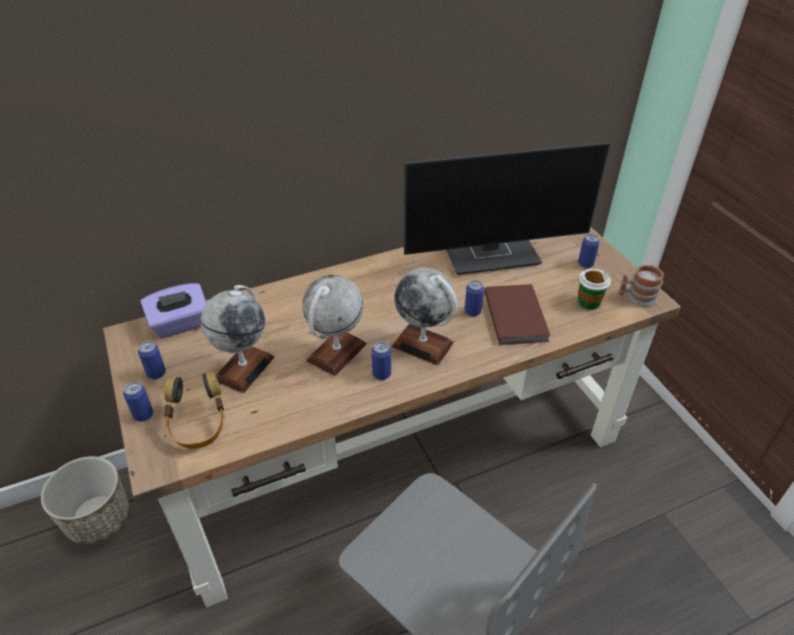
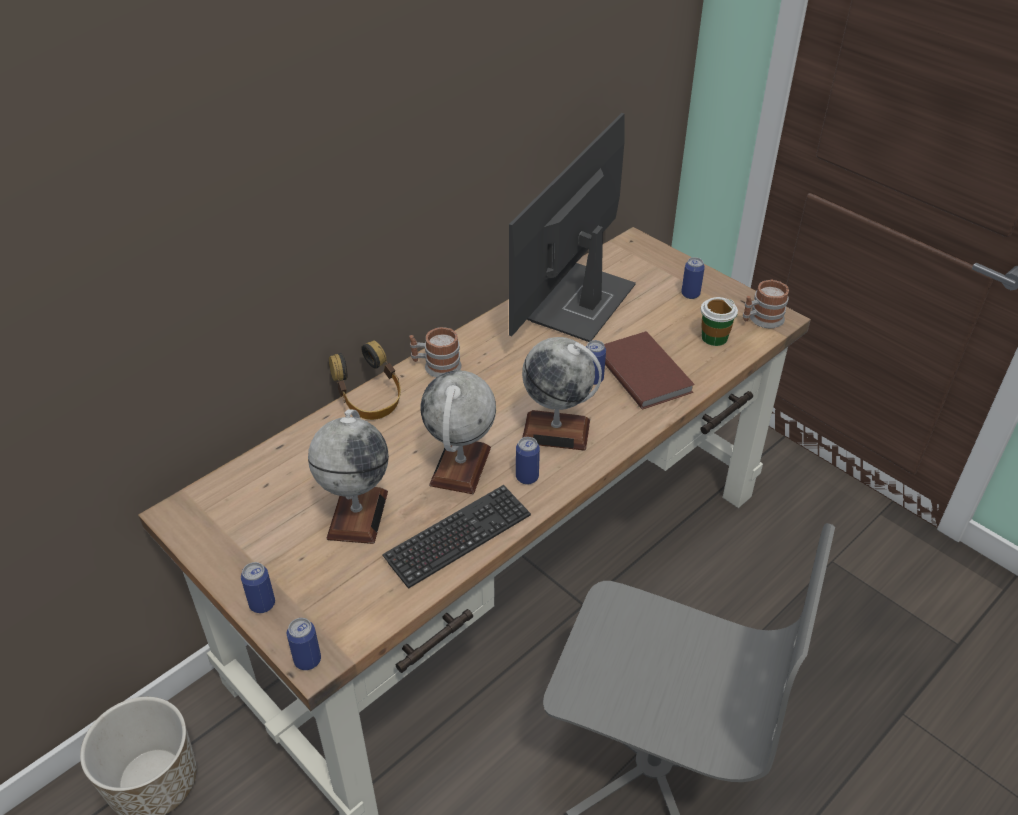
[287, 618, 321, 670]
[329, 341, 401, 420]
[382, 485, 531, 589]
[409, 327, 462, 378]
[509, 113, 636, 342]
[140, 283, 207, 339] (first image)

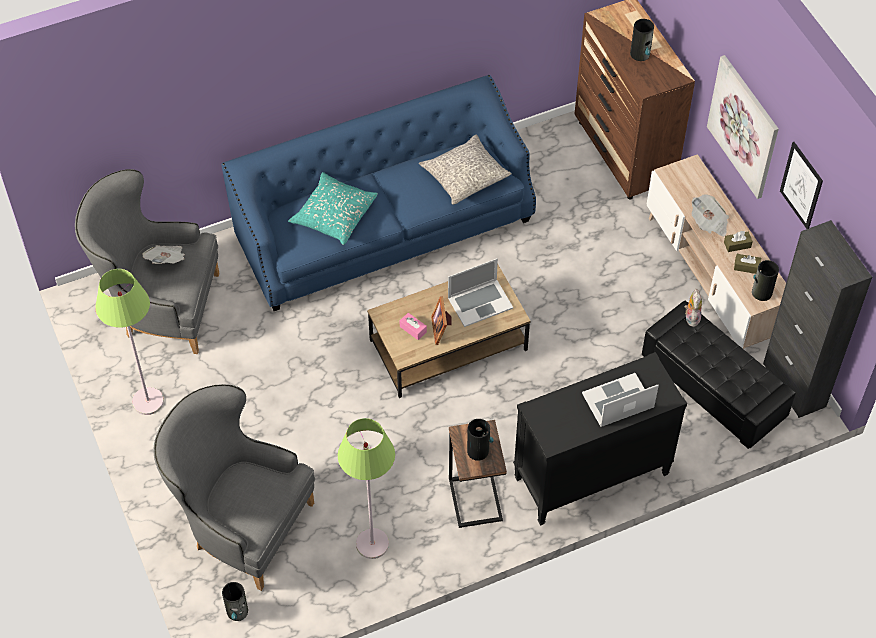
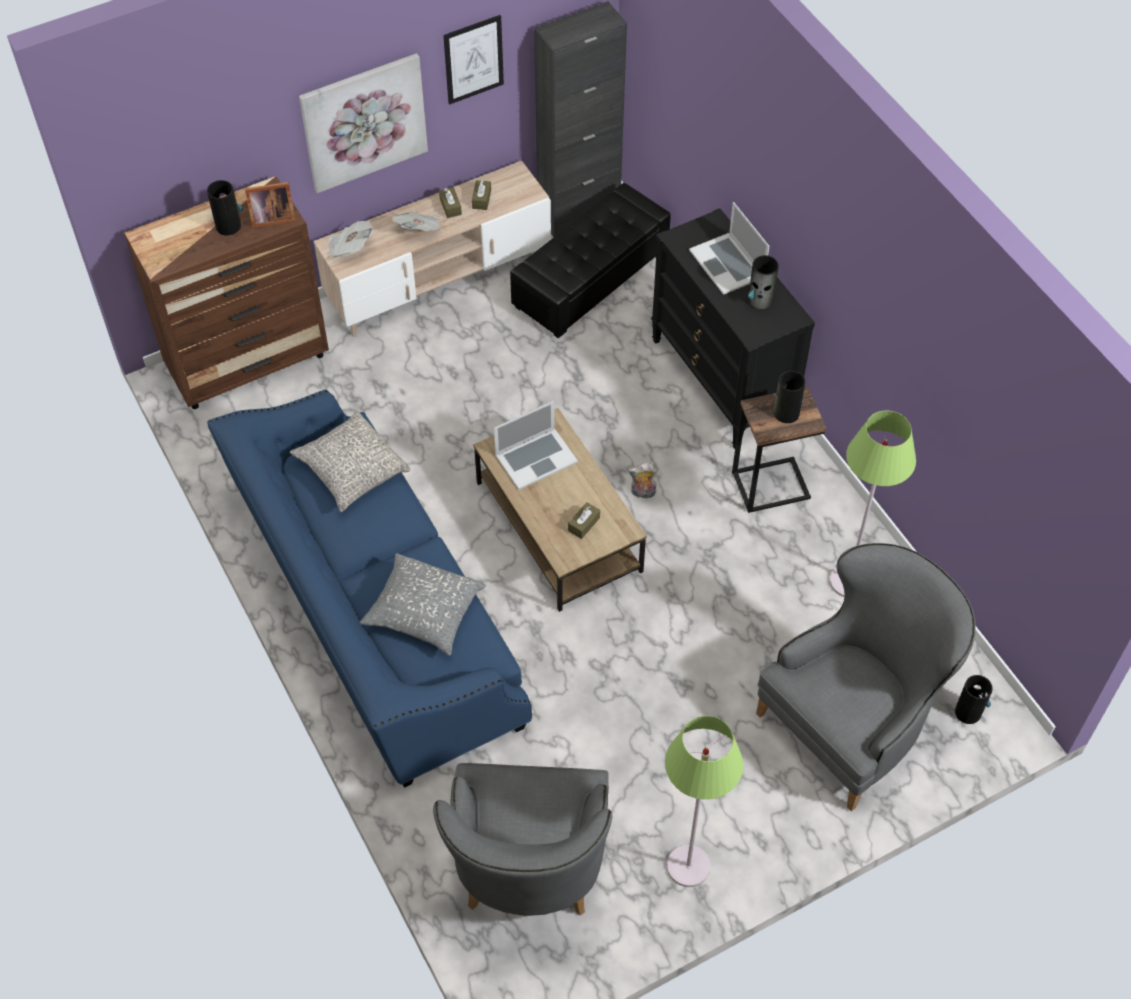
[245, 182, 296, 228]
[328, 220, 373, 258]
[360, 553, 486, 656]
[494, 401, 578, 490]
[568, 502, 600, 539]
[628, 463, 657, 499]
[748, 255, 779, 309]
[756, 543, 976, 812]

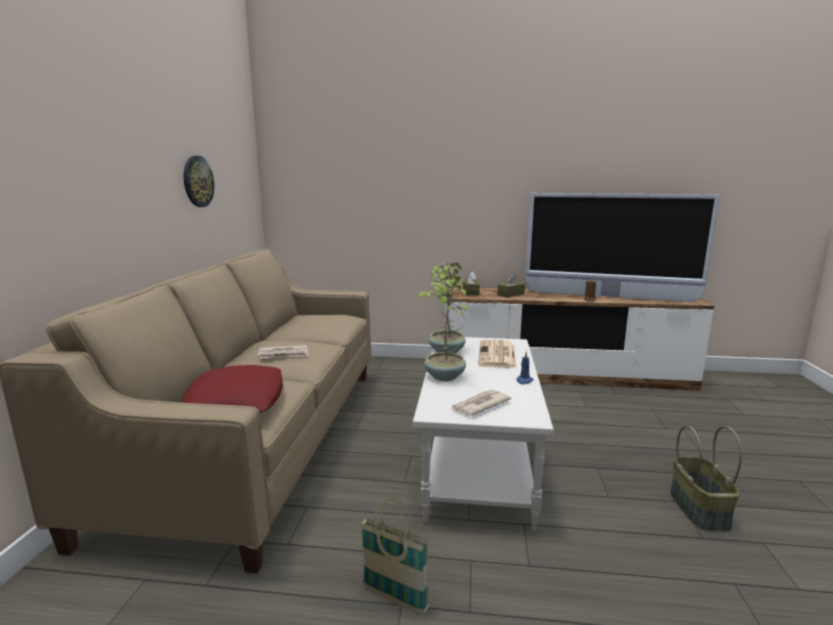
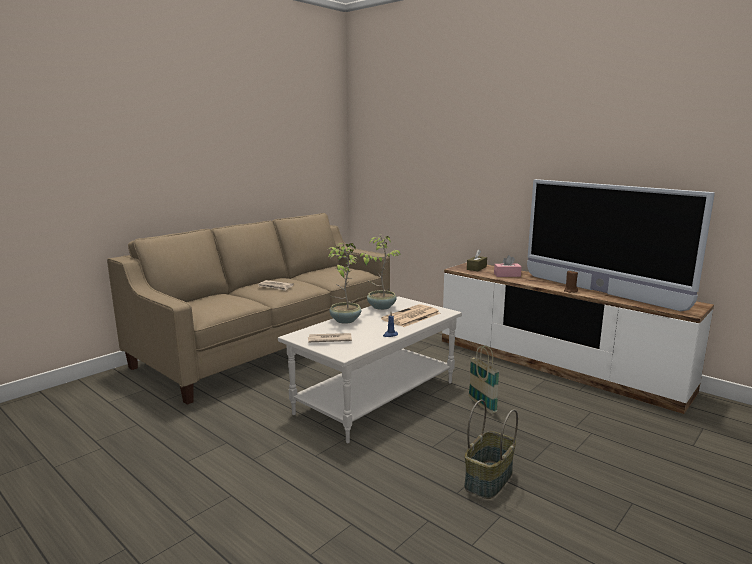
[469, 345, 499, 414]
[494, 255, 522, 277]
[182, 365, 283, 413] (first image)
[183, 156, 214, 207] (first image)

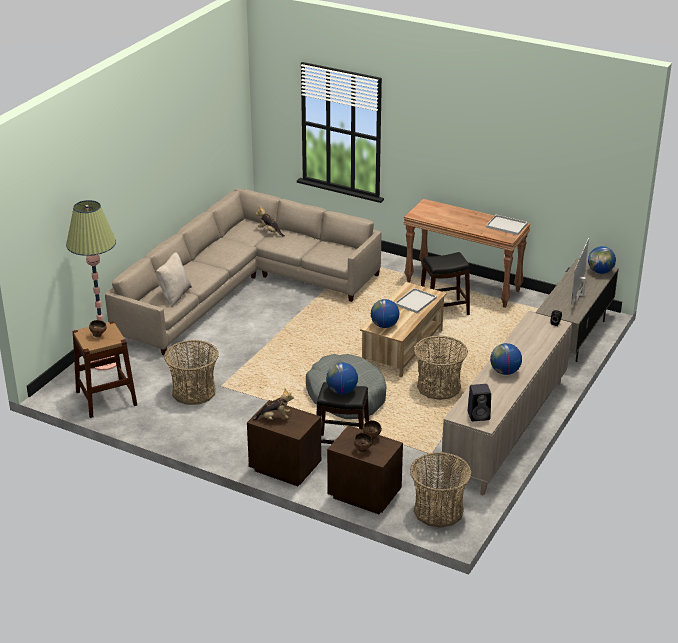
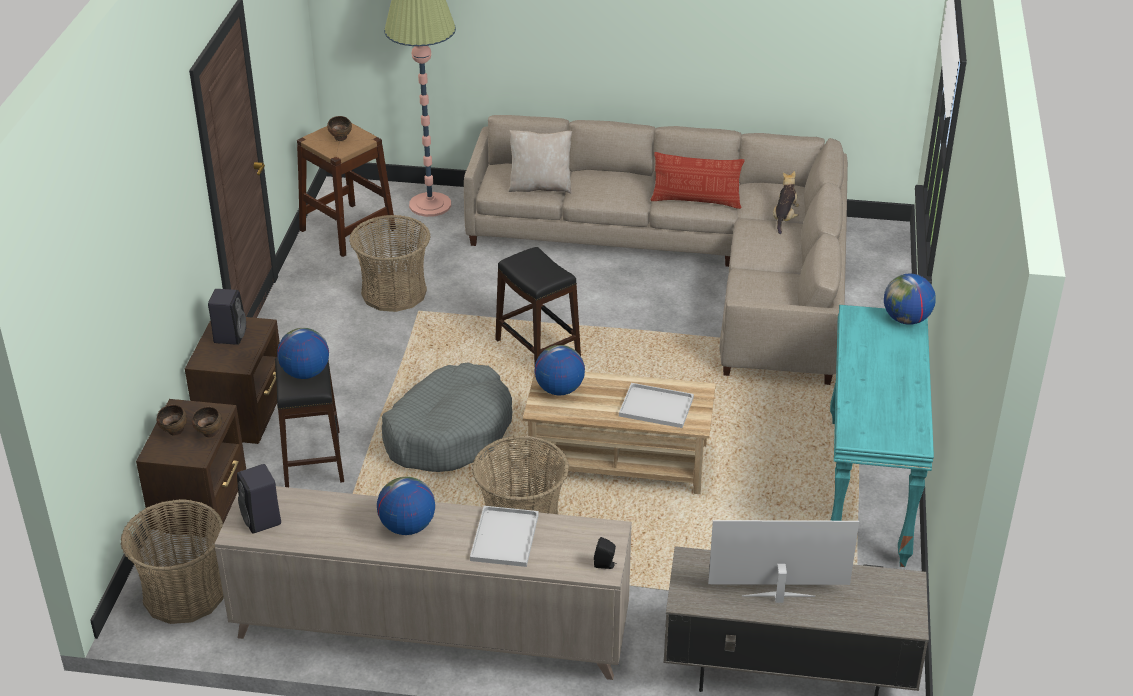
[208, 289, 246, 345]
[470, 506, 539, 567]
[495, 247, 581, 363]
[650, 152, 745, 209]
[830, 305, 934, 567]
[884, 274, 936, 325]

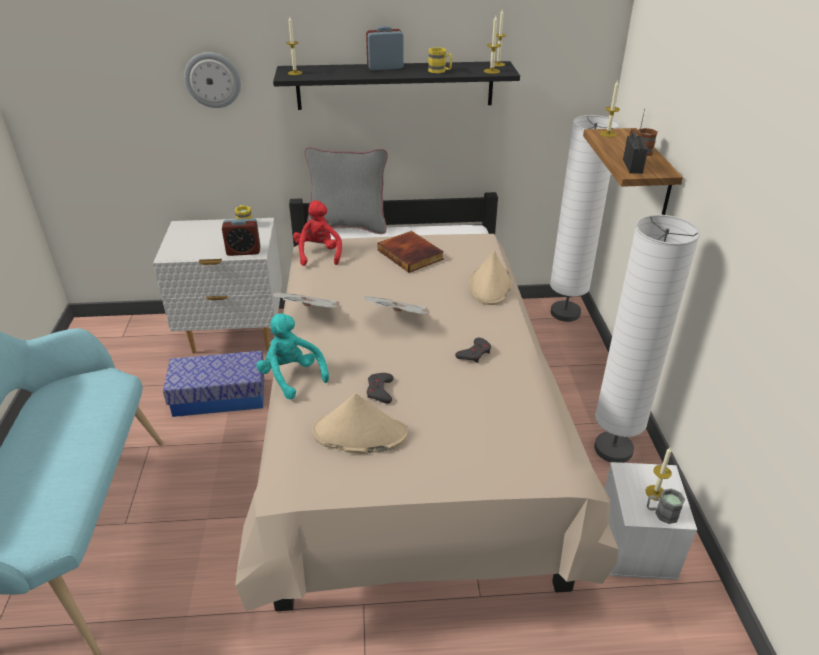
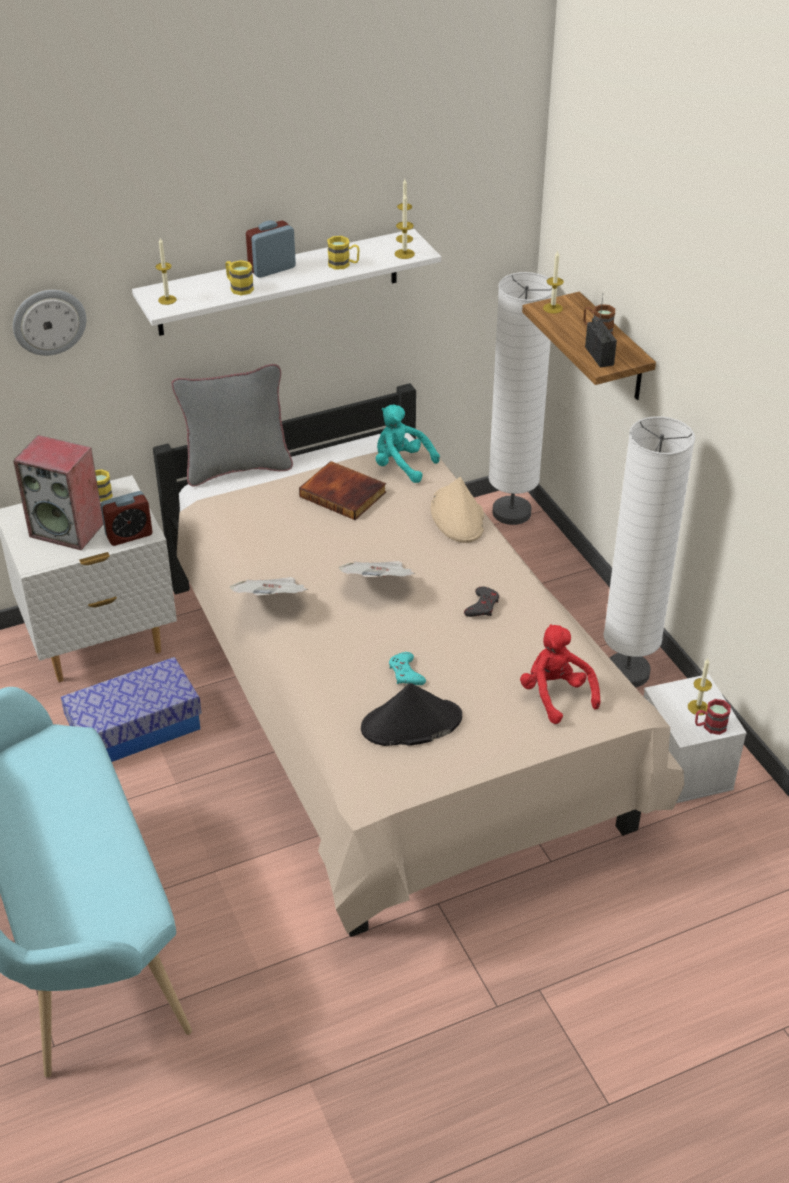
[13, 435, 104, 550]
[132, 229, 441, 336]
[225, 260, 254, 295]
[361, 683, 462, 746]
[376, 404, 440, 483]
[389, 652, 426, 685]
[520, 624, 600, 724]
[695, 699, 731, 735]

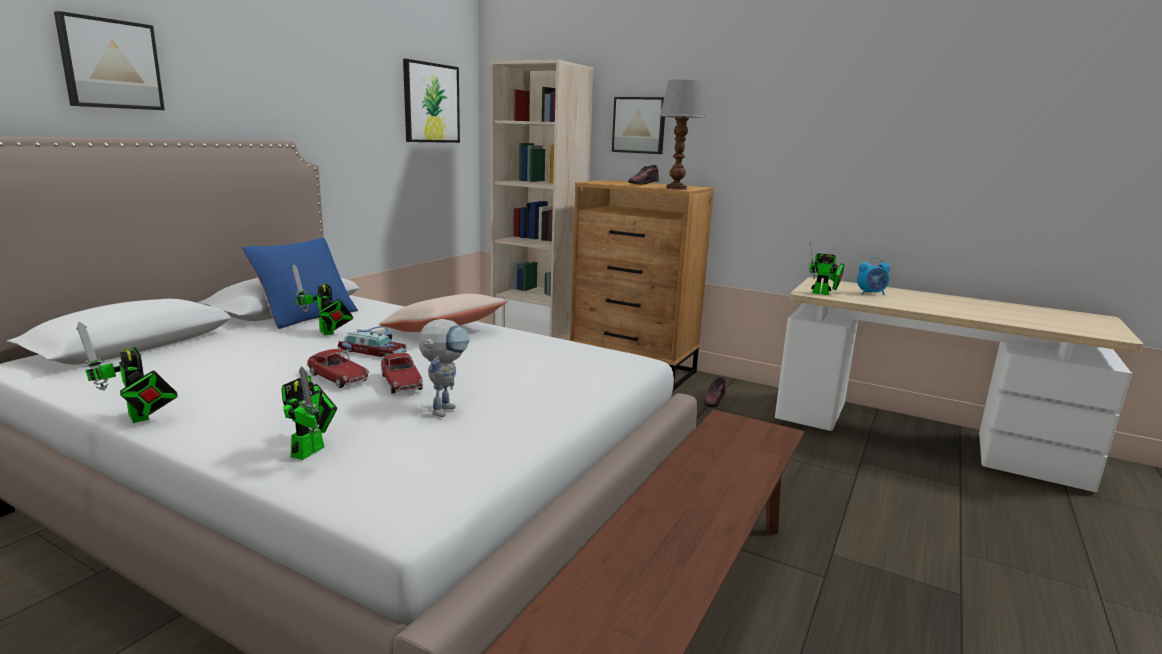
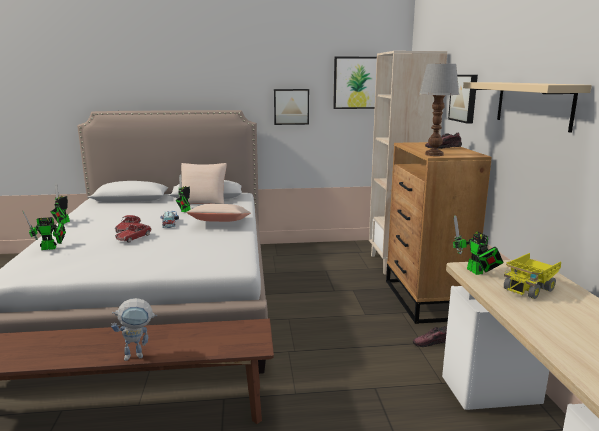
[111, 298, 157, 361]
[179, 163, 227, 204]
[274, 89, 309, 125]
[463, 82, 592, 133]
[504, 253, 561, 299]

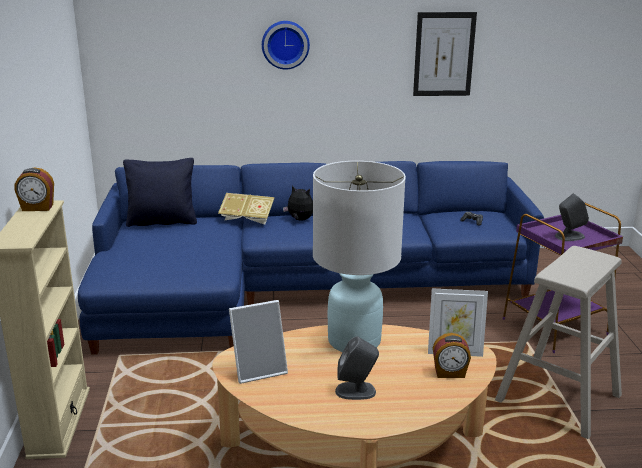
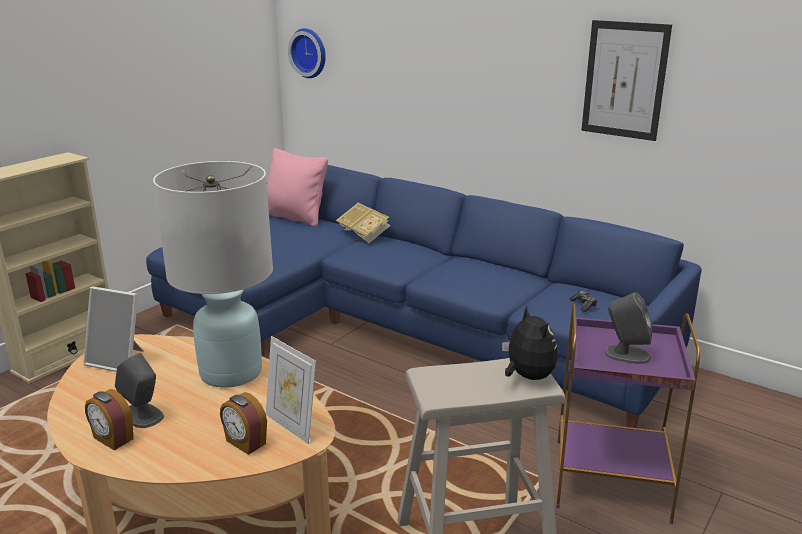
[85, 389, 133, 450]
[267, 148, 328, 227]
[288, 28, 326, 78]
[502, 305, 558, 380]

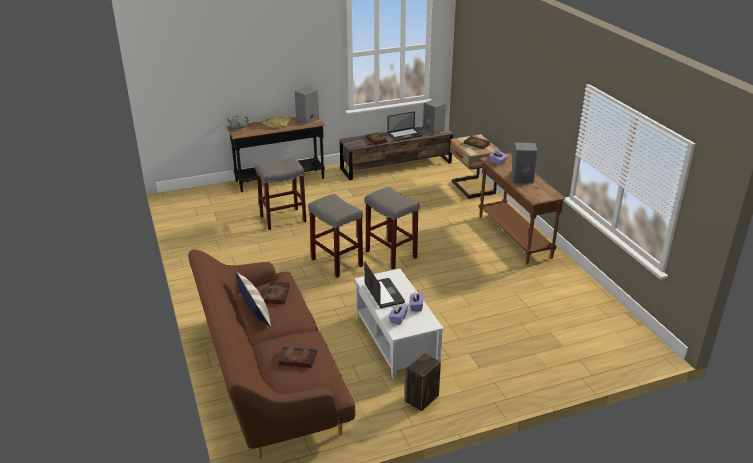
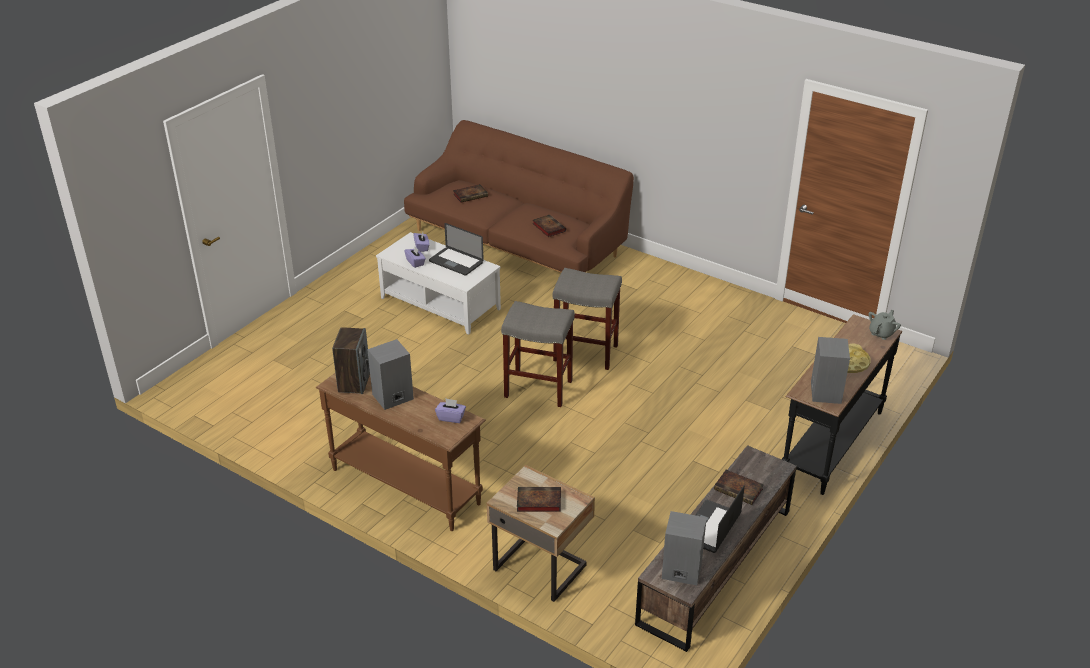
[332, 327, 370, 394]
[236, 272, 271, 327] (first image)
[255, 158, 307, 230] (first image)

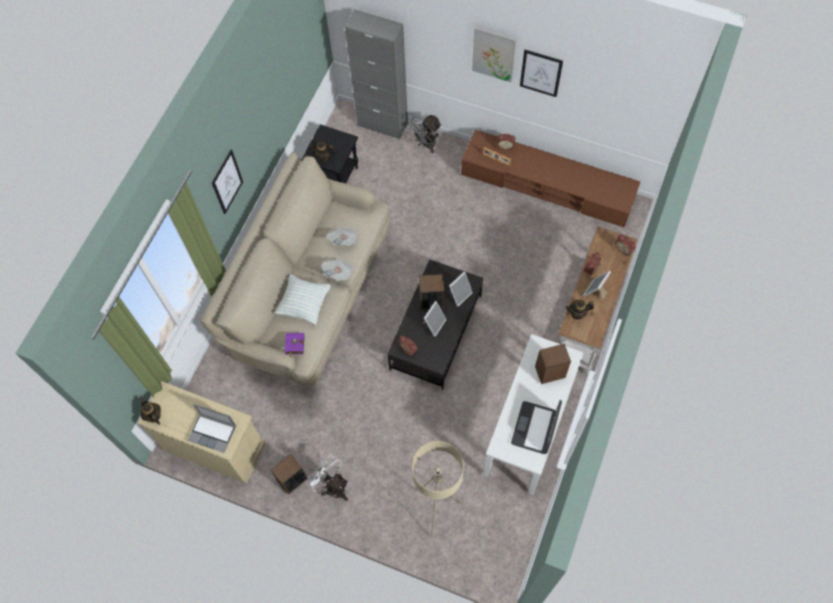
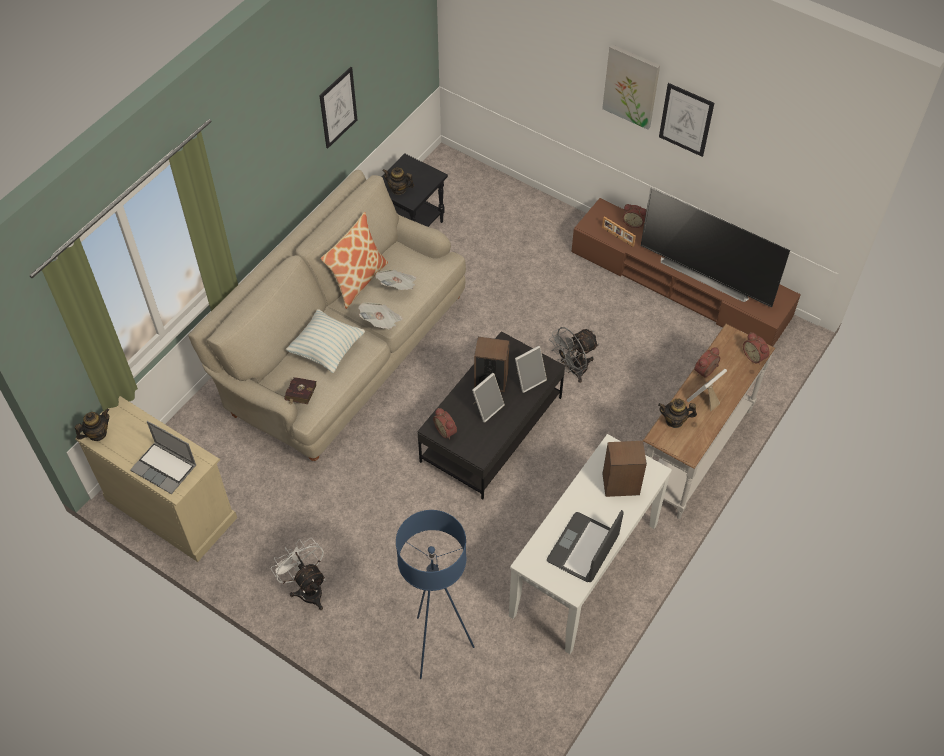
[75, 409, 109, 441]
[284, 377, 316, 405]
[319, 67, 357, 149]
[321, 212, 388, 309]
[396, 510, 475, 679]
[549, 327, 599, 383]
[641, 187, 790, 308]
[270, 454, 307, 495] (first image)
[345, 9, 408, 139] (first image)

